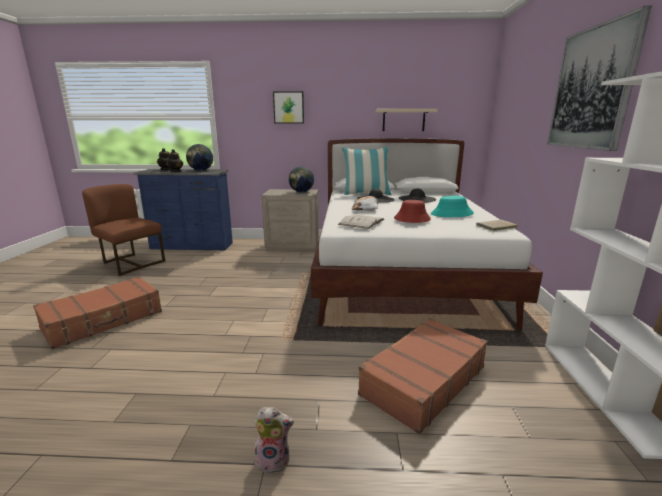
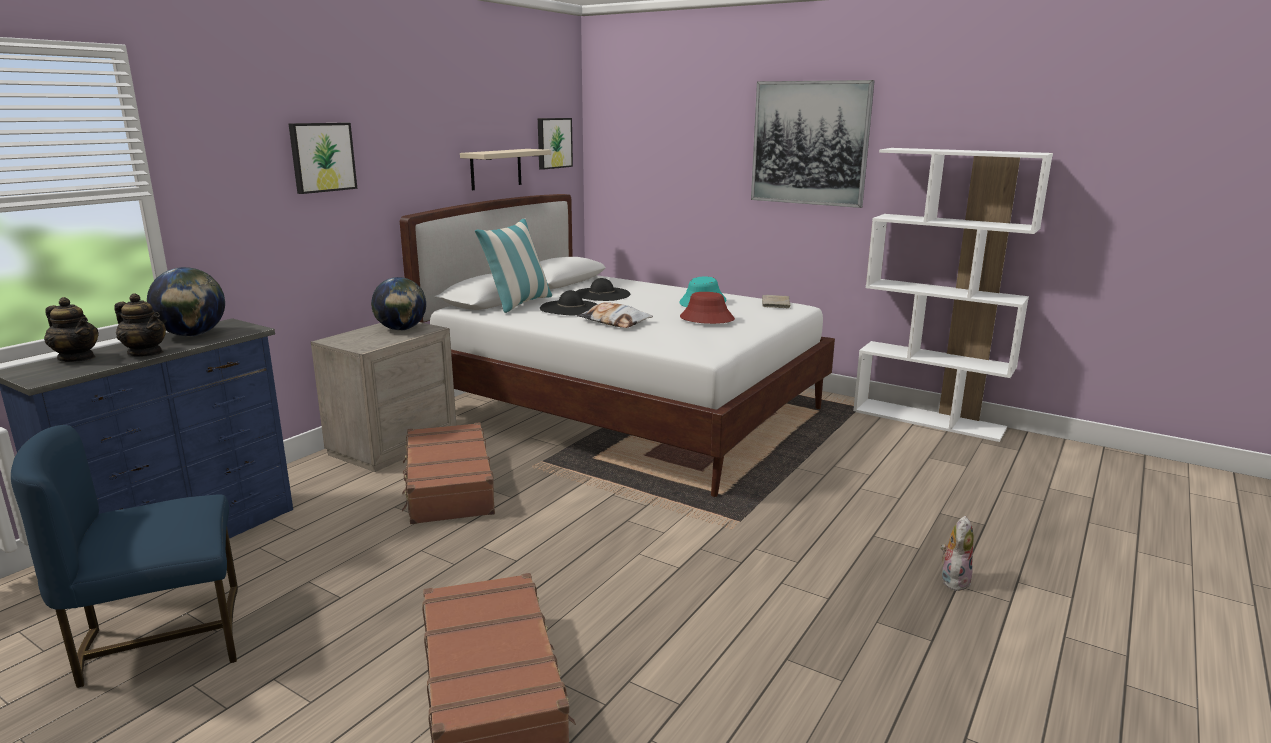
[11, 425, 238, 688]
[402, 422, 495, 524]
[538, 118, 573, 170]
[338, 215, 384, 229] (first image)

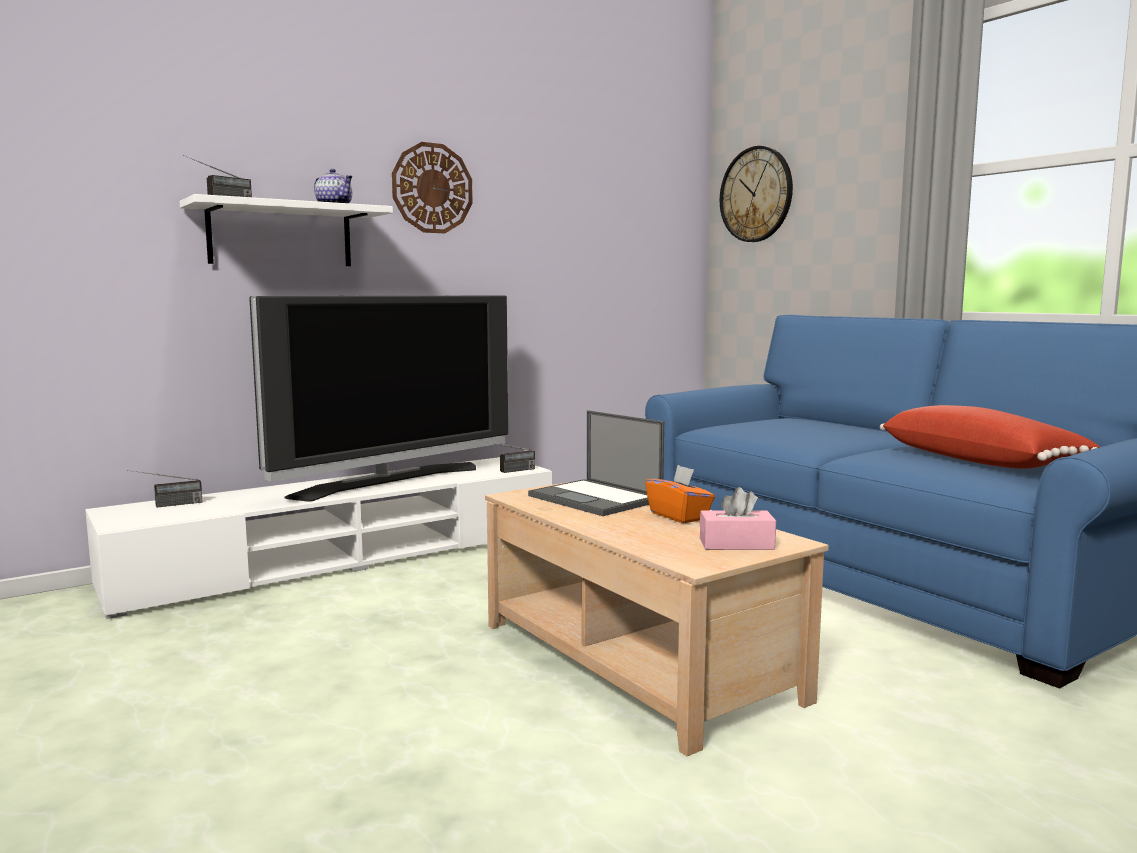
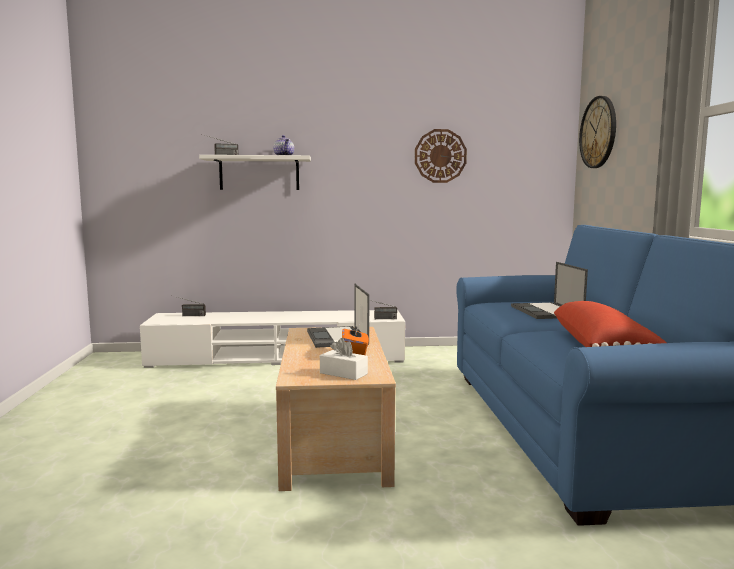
[320, 338, 368, 380]
[415, 129, 467, 183]
[511, 262, 588, 319]
[249, 296, 508, 501] (first image)

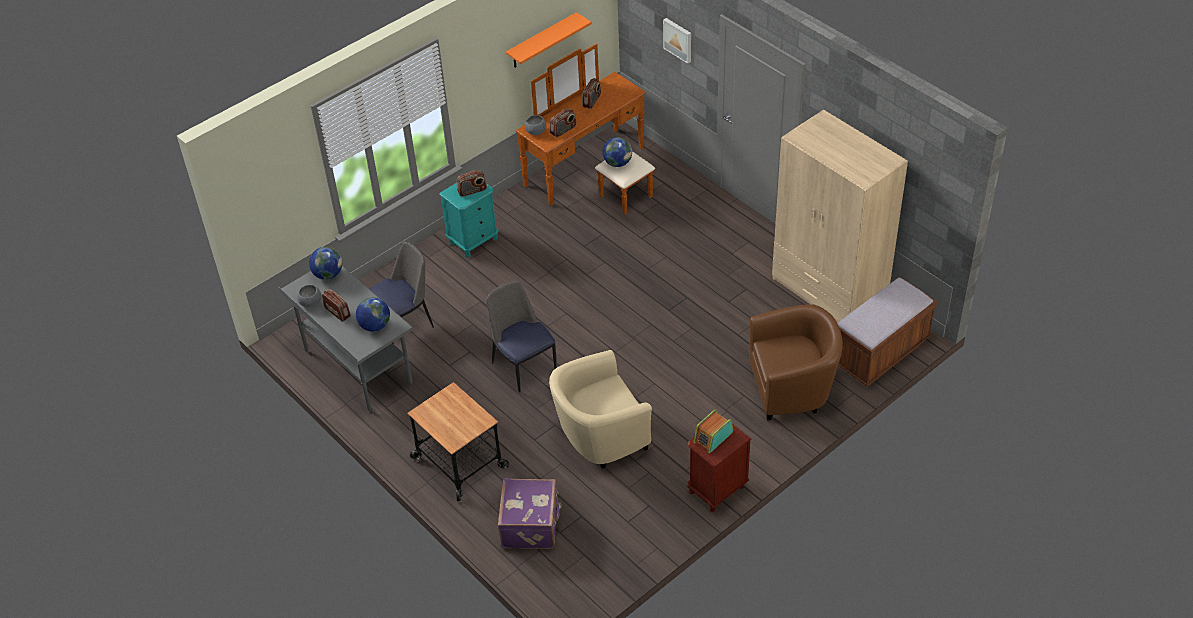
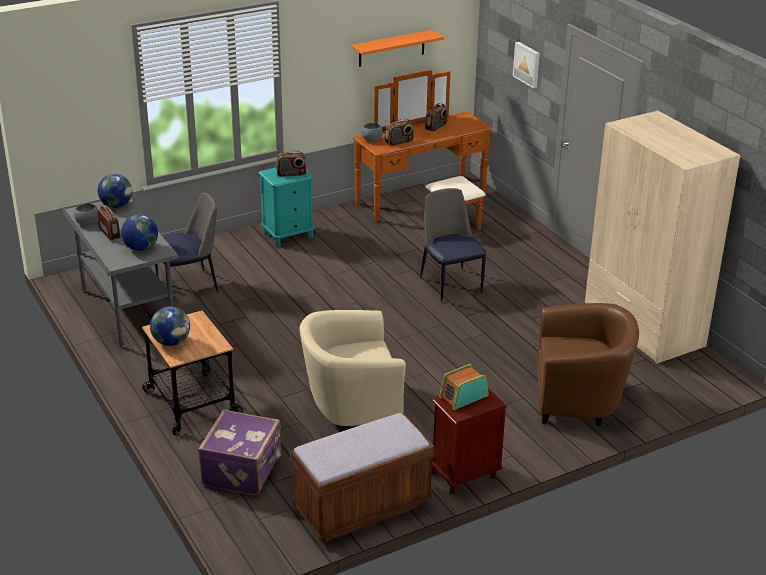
[150, 306, 190, 346]
[291, 413, 435, 541]
[420, 188, 486, 302]

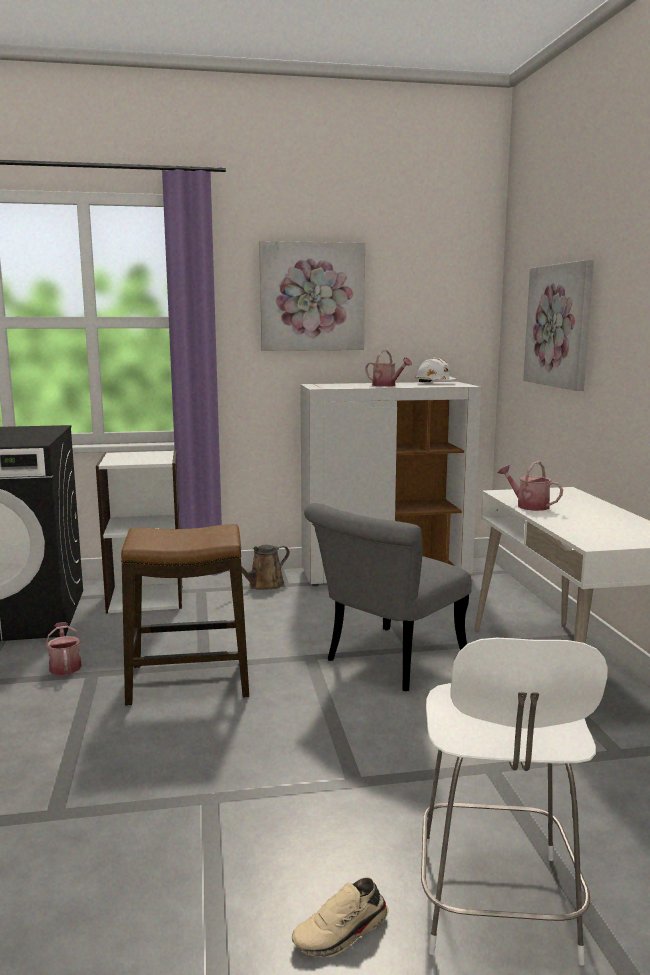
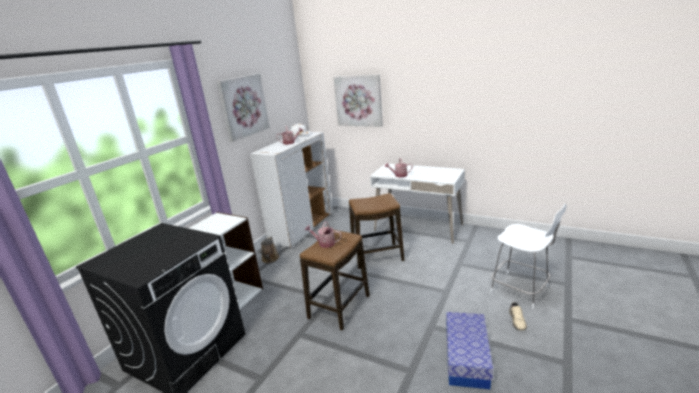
[305, 221, 342, 248]
[349, 193, 404, 269]
[446, 312, 493, 389]

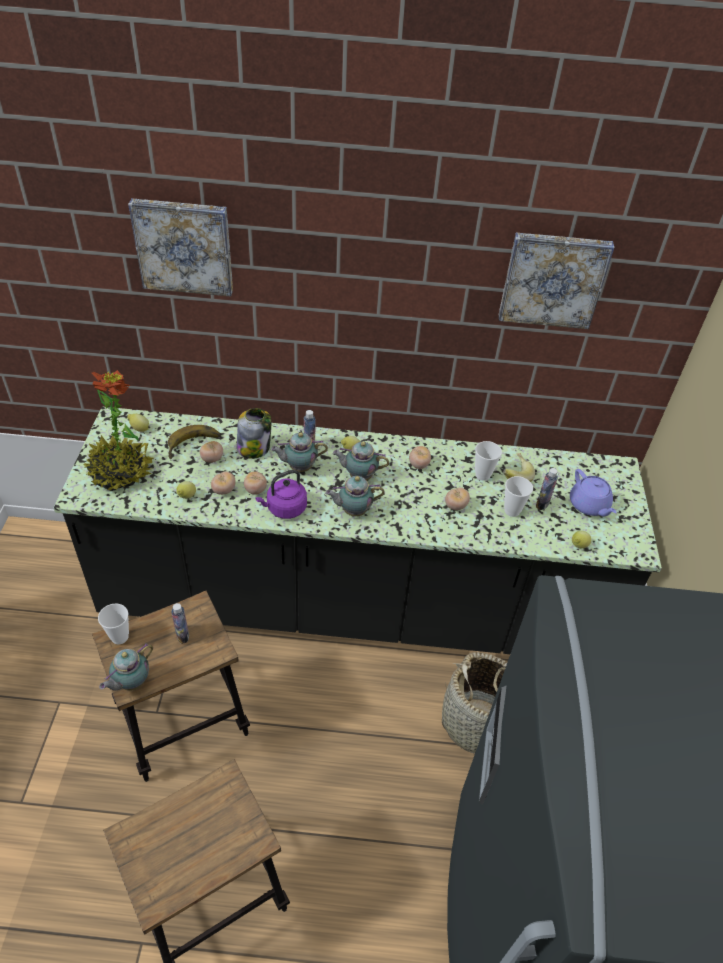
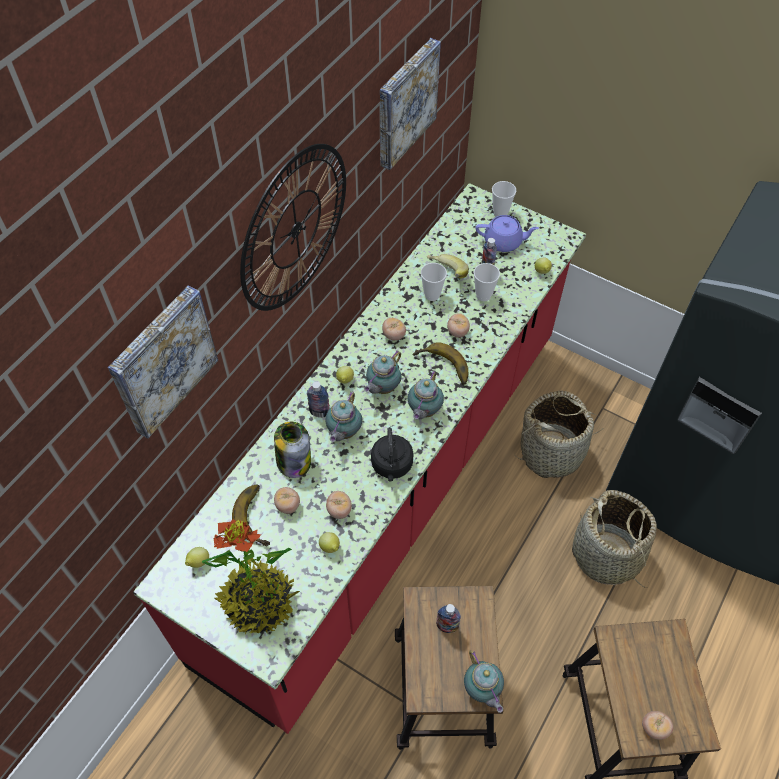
[133, 183, 586, 734]
[240, 144, 346, 311]
[371, 427, 414, 482]
[412, 342, 468, 385]
[492, 181, 516, 217]
[572, 490, 657, 588]
[642, 711, 673, 740]

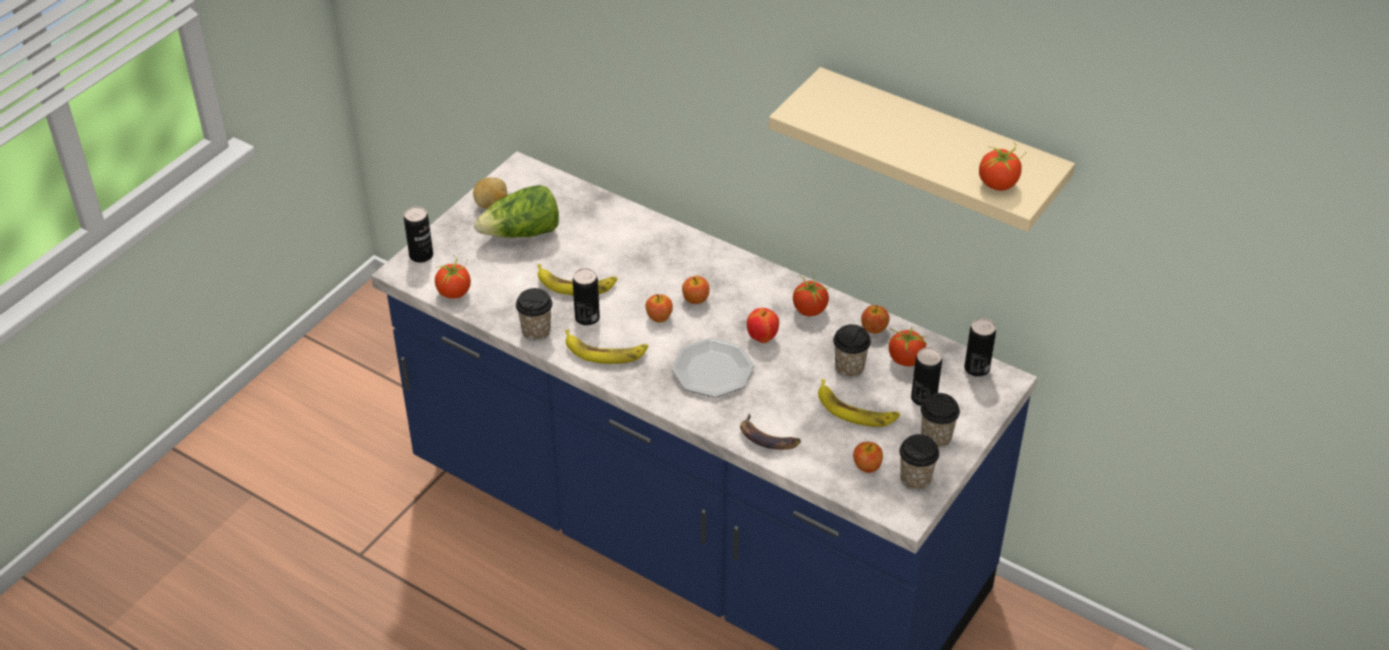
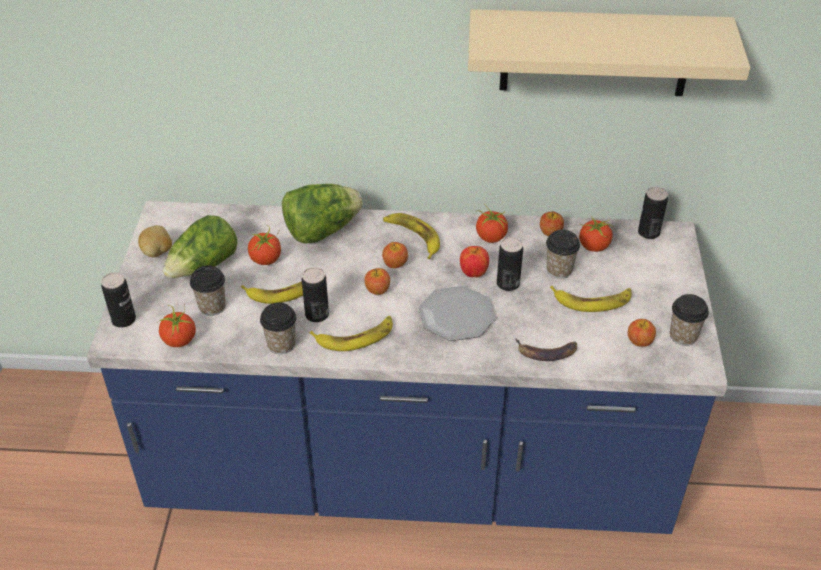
[190, 266, 226, 316]
[248, 225, 281, 265]
[282, 184, 363, 244]
[383, 213, 440, 259]
[497, 237, 523, 291]

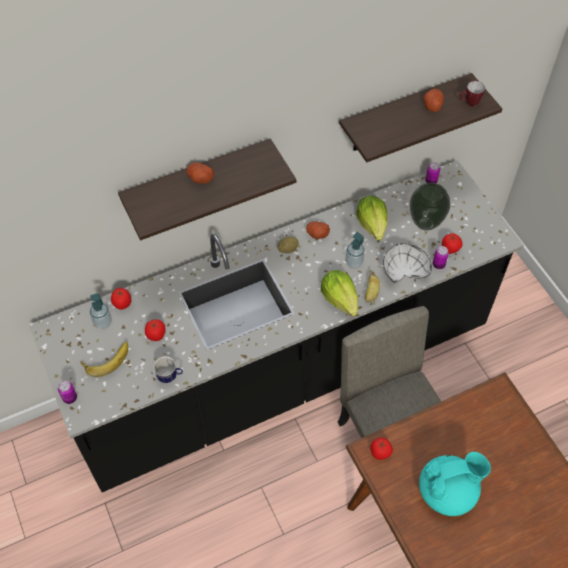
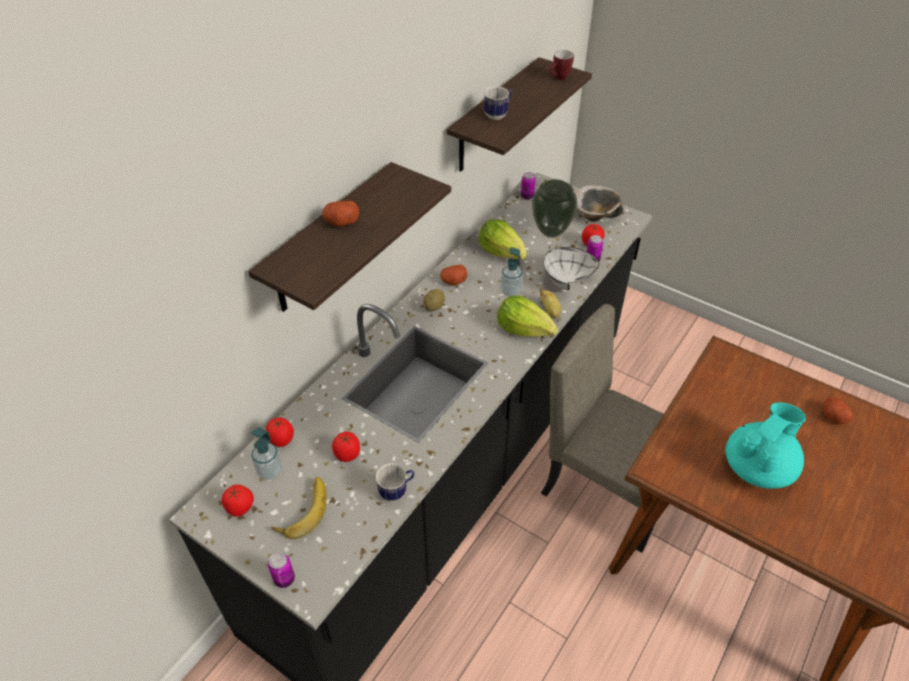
[222, 485, 254, 517]
[484, 86, 512, 120]
[575, 185, 624, 221]
[823, 397, 853, 424]

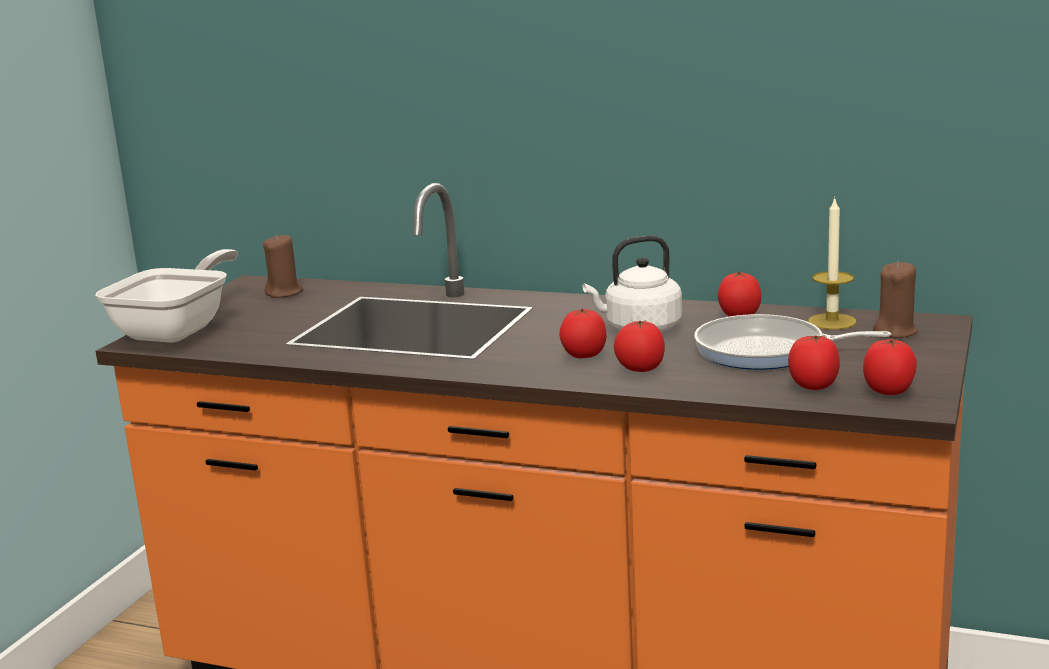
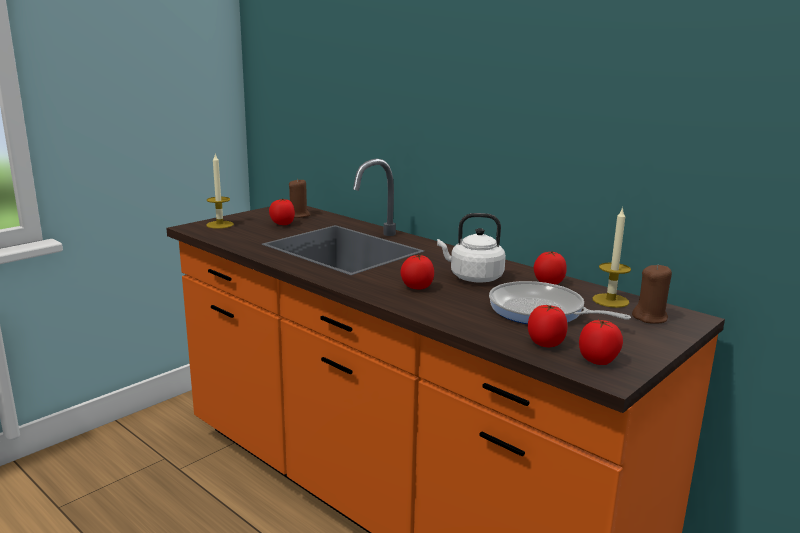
[206, 154, 234, 229]
[269, 199, 295, 225]

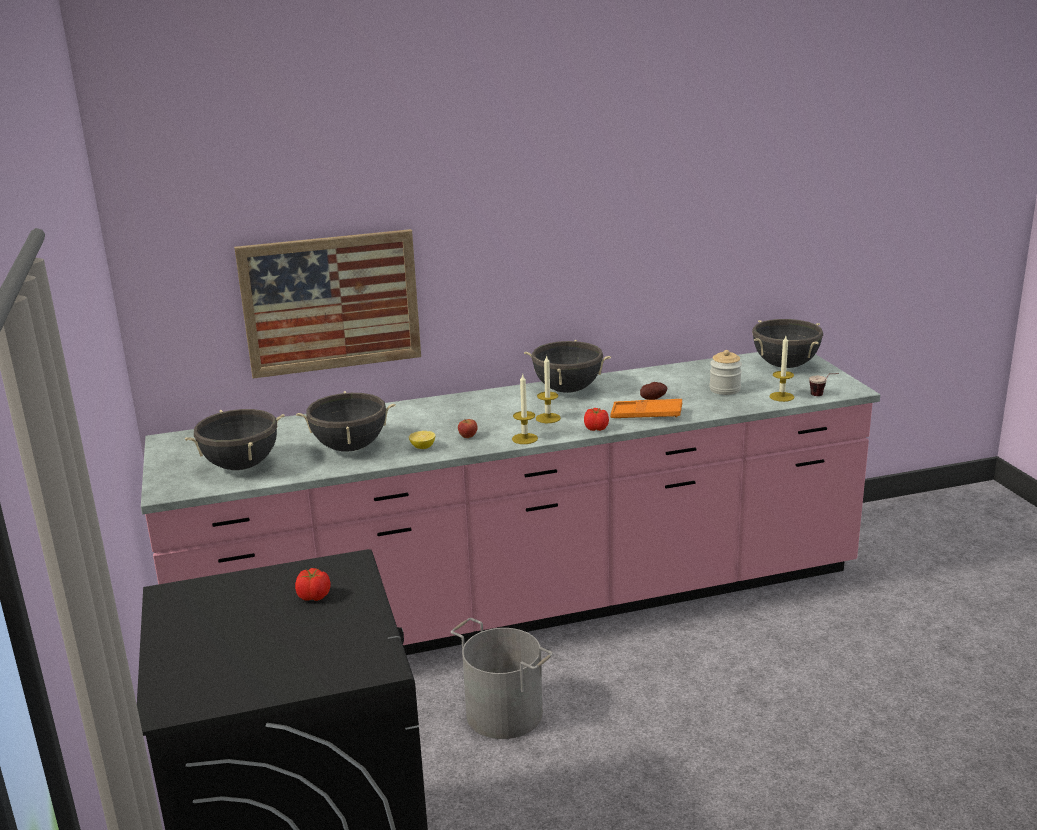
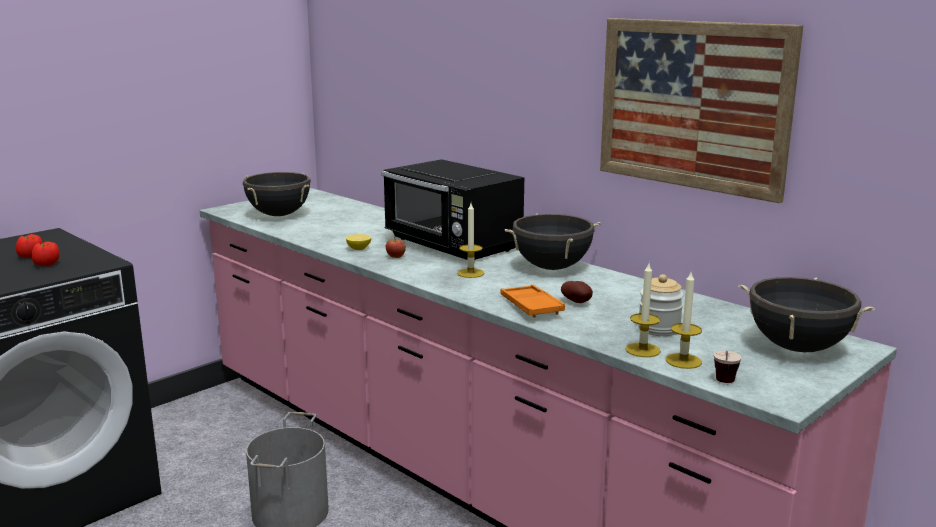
[16, 234, 43, 258]
[382, 159, 524, 260]
[600, 18, 803, 203]
[626, 263, 661, 357]
[296, 391, 396, 452] (first image)

